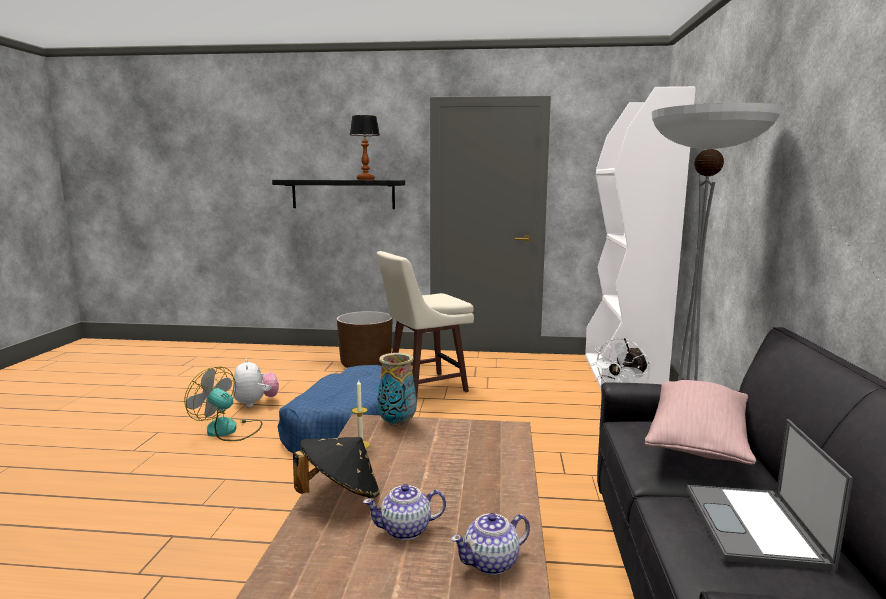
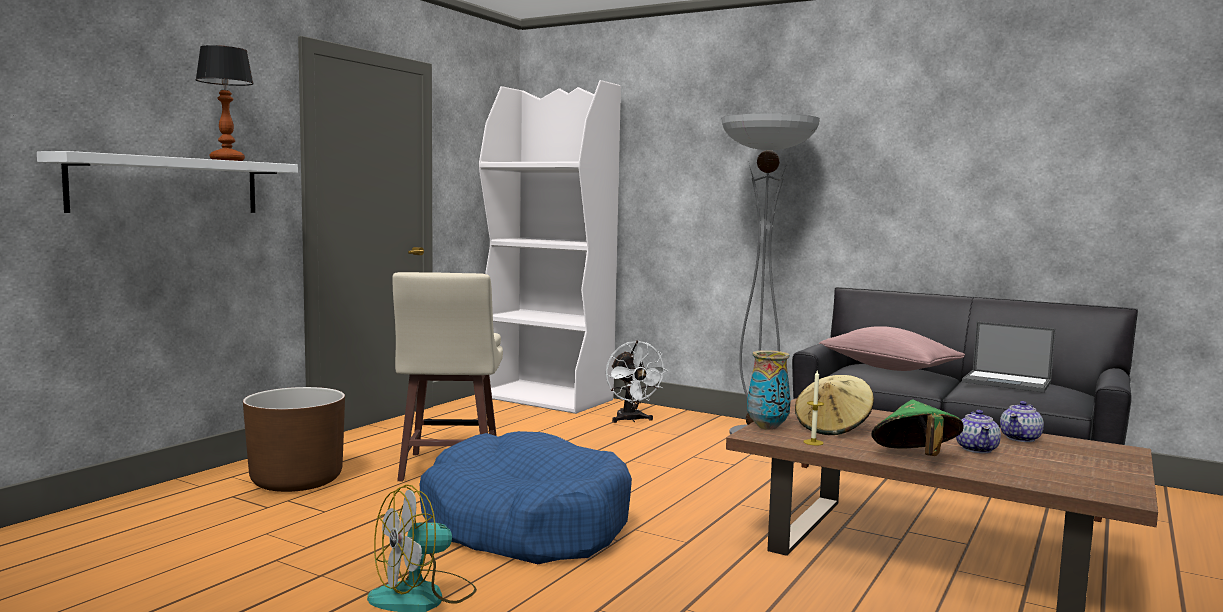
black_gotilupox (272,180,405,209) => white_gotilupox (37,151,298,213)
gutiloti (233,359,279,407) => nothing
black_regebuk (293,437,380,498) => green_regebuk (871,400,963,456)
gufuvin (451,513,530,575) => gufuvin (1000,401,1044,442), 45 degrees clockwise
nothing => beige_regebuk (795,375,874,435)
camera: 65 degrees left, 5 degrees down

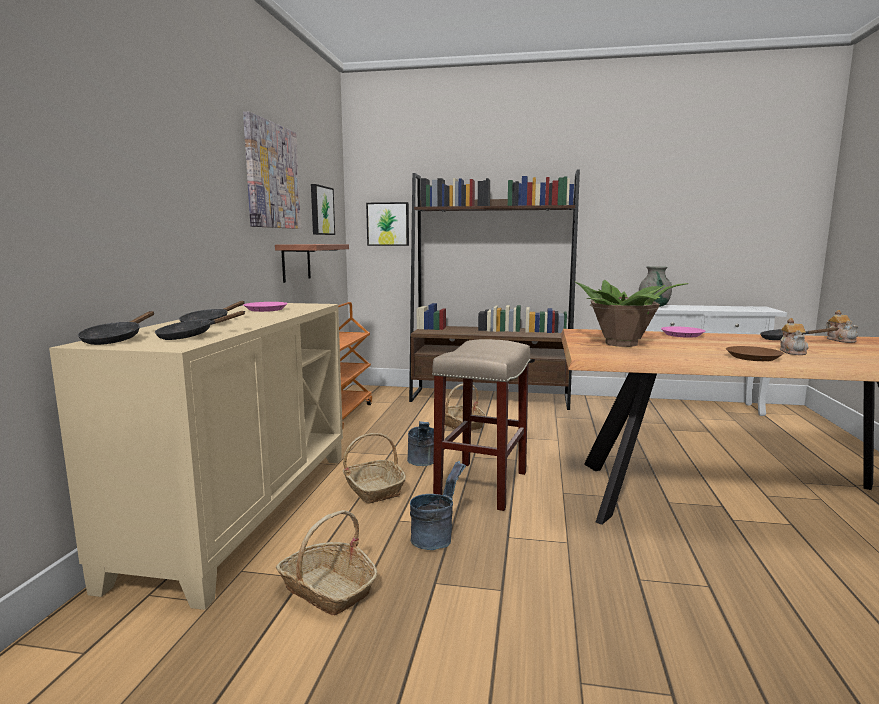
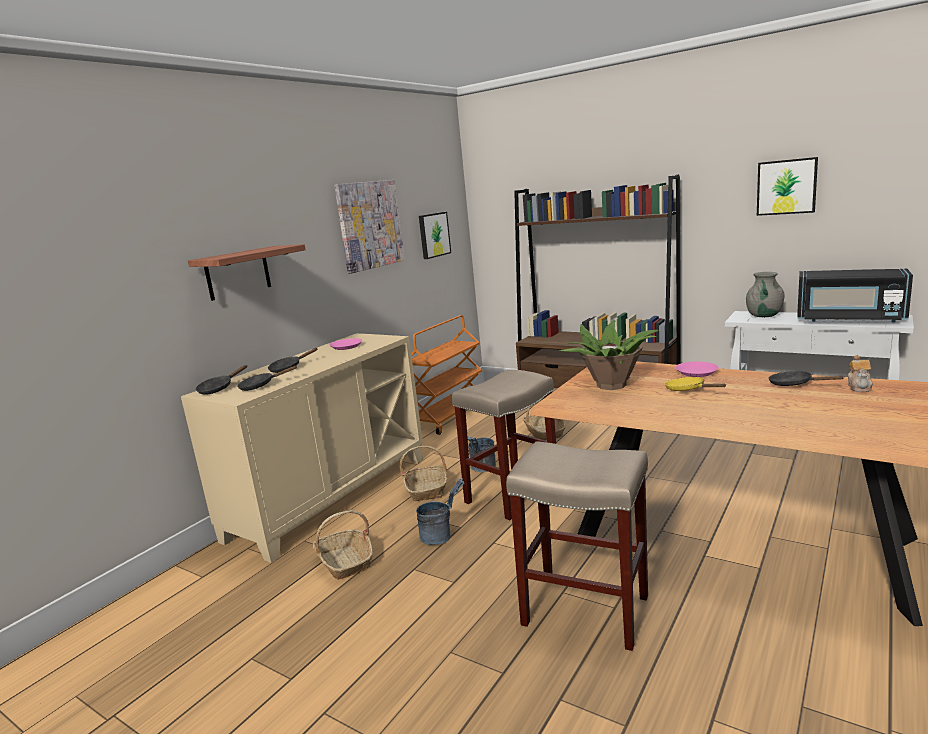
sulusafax (366,202,409,246) => sulusafax (757,157,818,216), moved
gotilupox (275,244,349,283) => gotilupox (188,244,306,301), moved
gufuvin (780,318,809,355) => nothing
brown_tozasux (726,346,784,361) => nothing
nothing => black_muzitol (797,269,913,322)
nothing => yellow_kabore (665,377,726,391)
nothing => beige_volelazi (506,441,648,651)
camera: 25 degrees right, 5 degrees up

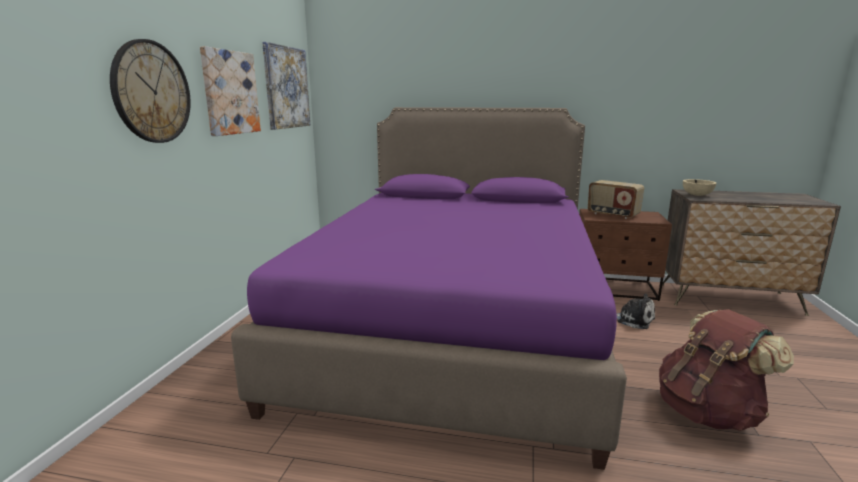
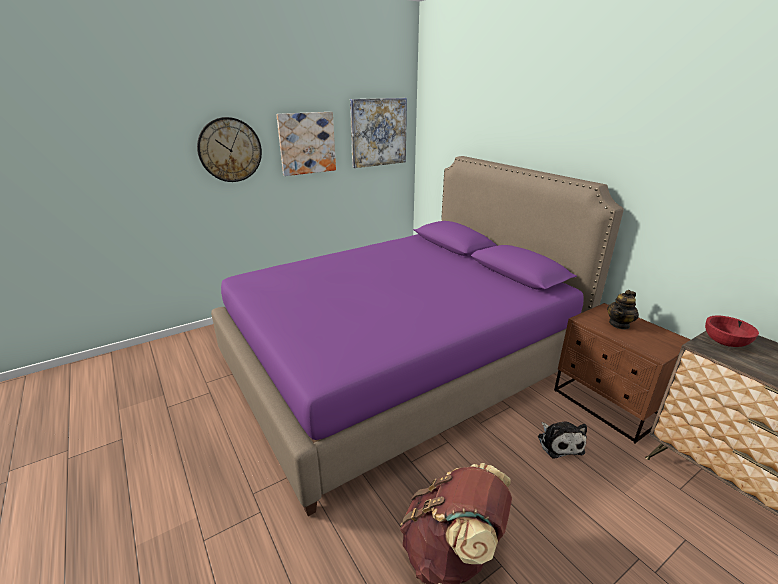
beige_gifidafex (683,179,717,196) => red_gifidafex (705,316,759,347)
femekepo (588,180,644,219) => gufuvin (607,290,639,330)
camera: 45 degrees right, 10 degrees up

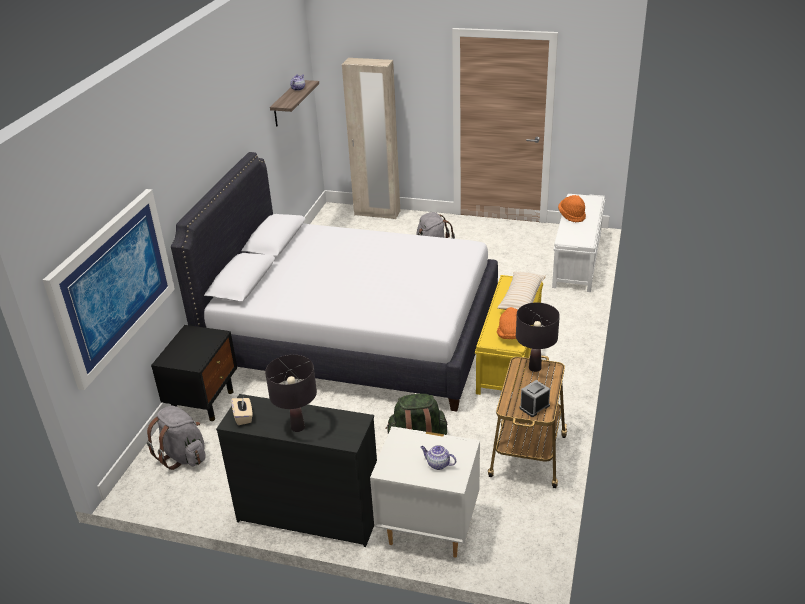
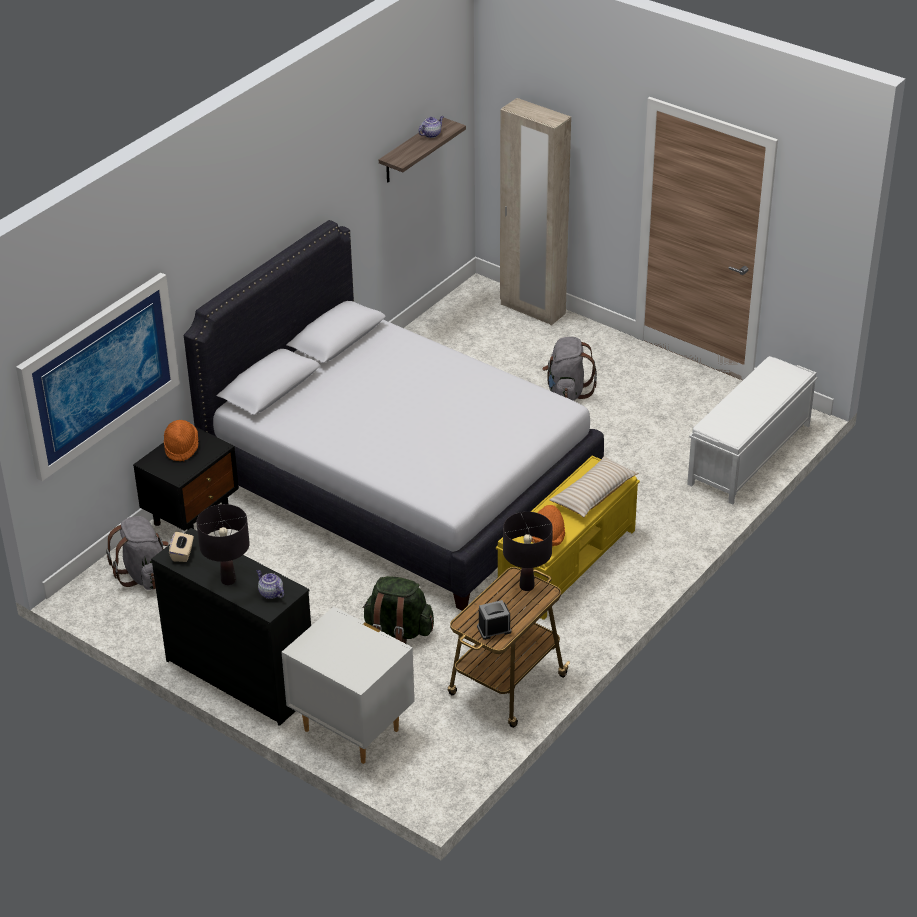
orange_regebuk (558,195,586,222) => orange_regebuk (164,420,198,461), moved
gufuvin (420,445,456,470) => gufuvin (257,570,284,599), moved
camera: 20 degrees right, 5 degrees up

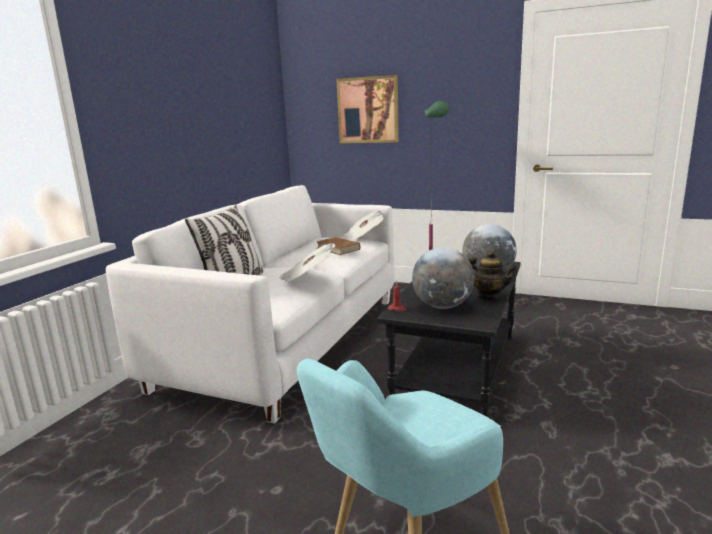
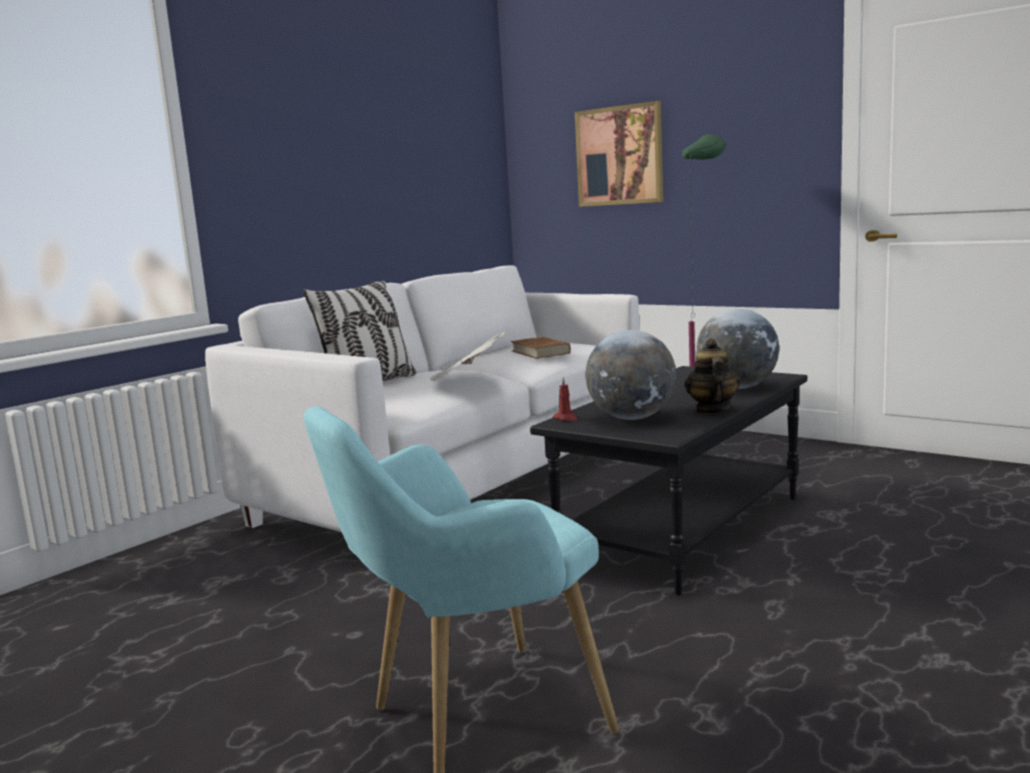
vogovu (341,210,384,240) => nothing
gufuvin (468,250,517,300) => gufuvin (684,338,740,414), 135 degrees counterclockwise
camera: 15 degrees right, 5 degrees down

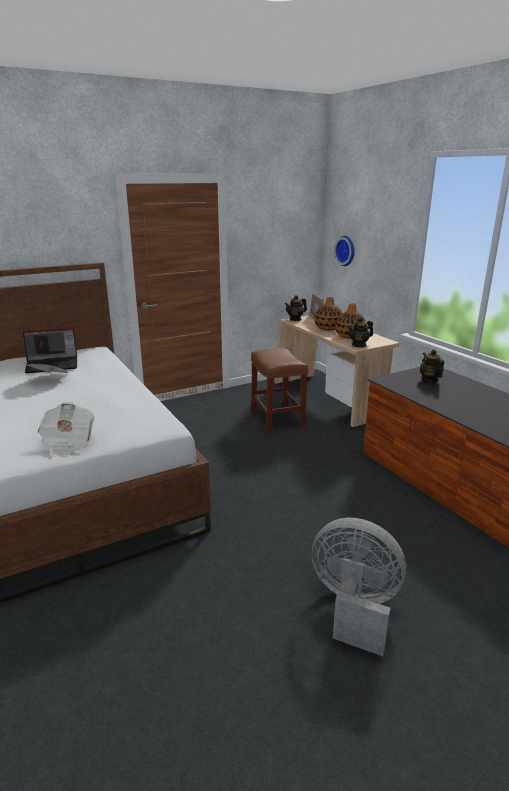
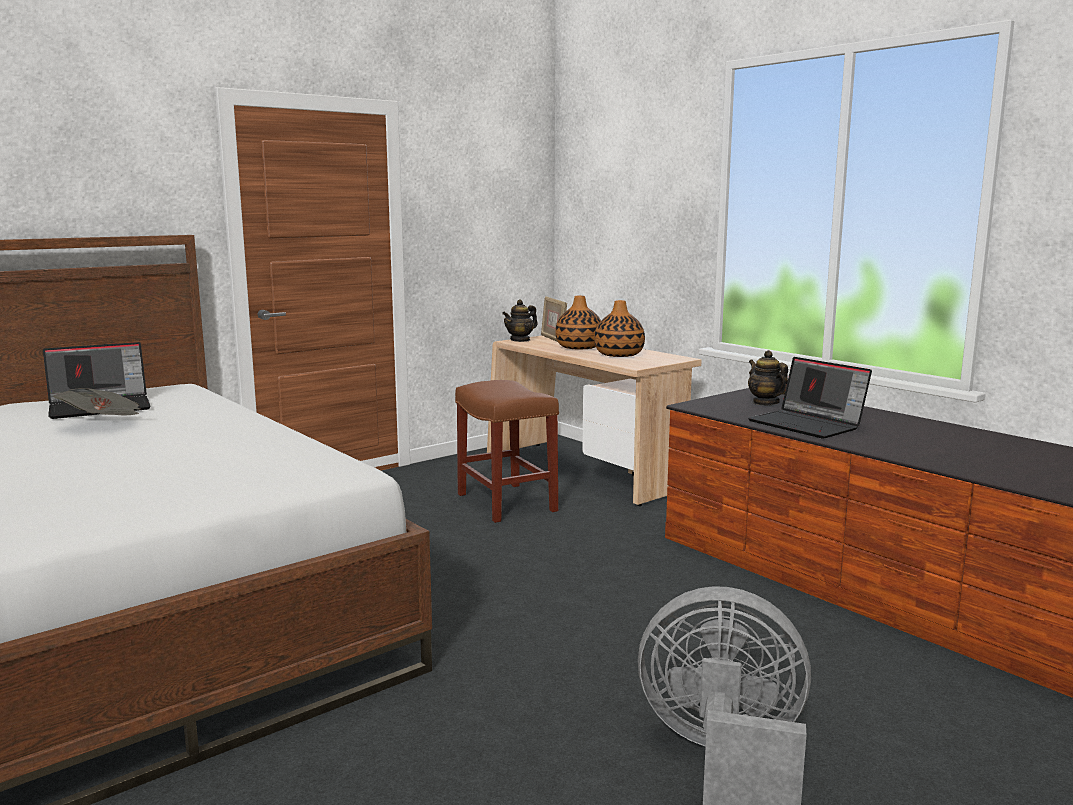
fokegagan (334,236,355,266) => nothing
gufuvin (347,317,373,347) => nothing
vogovu (38,402,94,457) => nothing
nothing => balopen (748,357,872,439)
camera: 10 degrees left, 10 degrees down

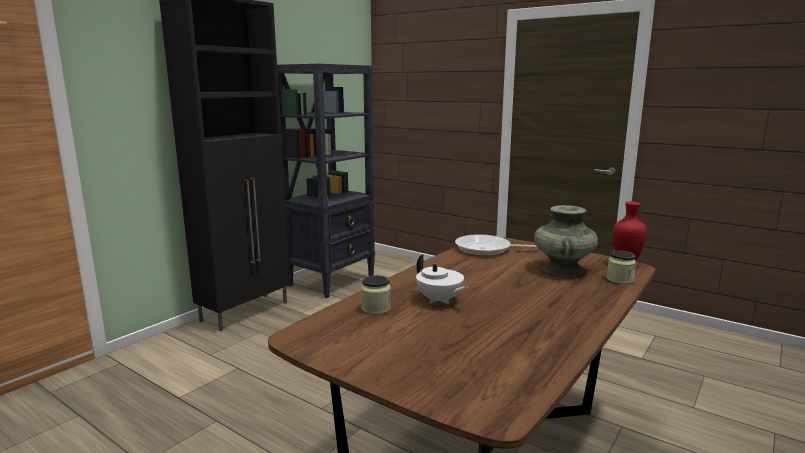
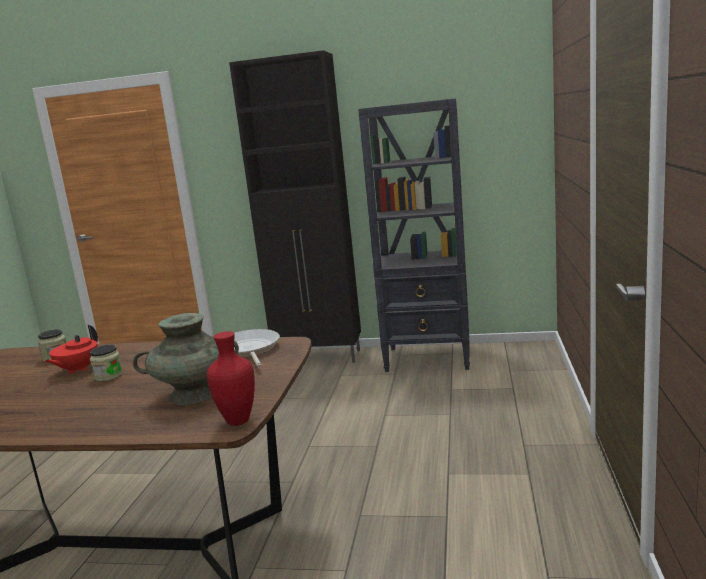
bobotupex (607,251,636,284) => bobotupex (90,345,123,382), moved
white_gufuvin (416,254,468,304) => red_gufuvin (45,325,98,374)
camera: 65 degrees right, 0 degrees up

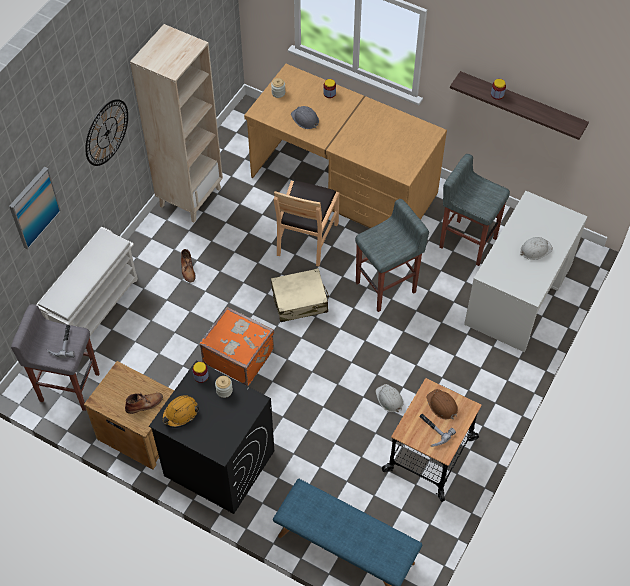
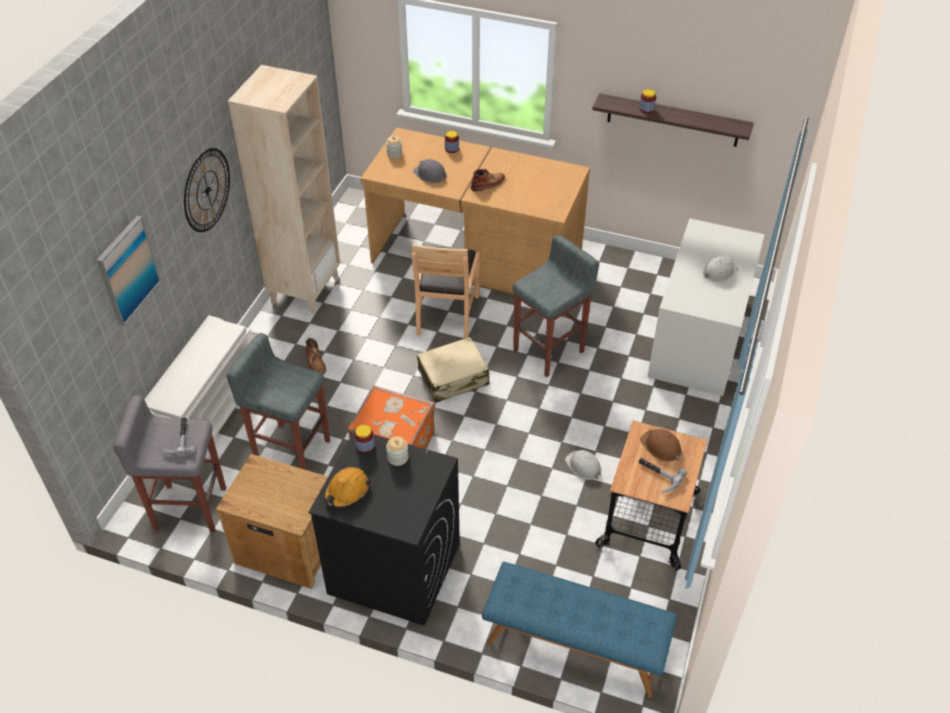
grey_volelazi (439,154,510,266) => grey_volelazi (227,333,330,470), moved
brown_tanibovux (125,393,163,414) => brown_tanibovux (471,168,505,191), moved
camera: 10 degrees left, 10 degrees down

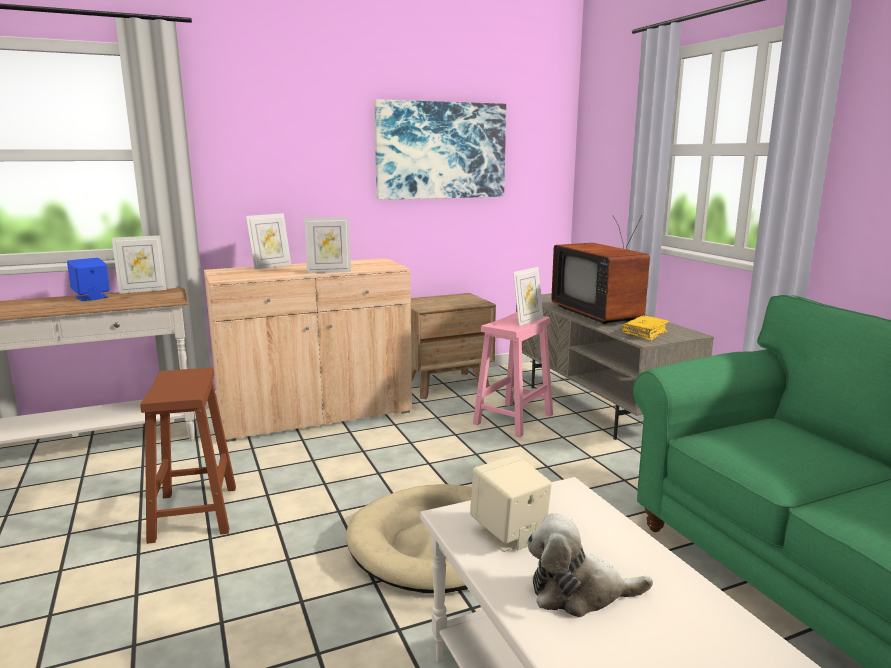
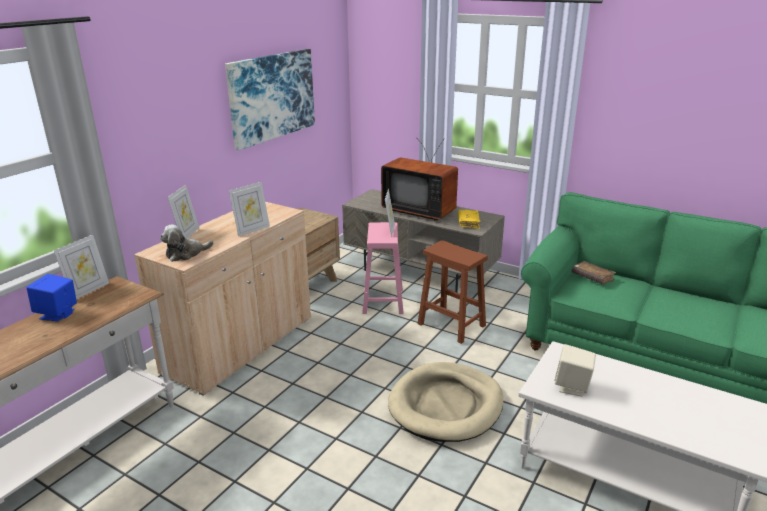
brown_volelazi (140,368,236,544) => brown_volelazi (418,240,488,344), moved
gutiloti (527,513,653,617) => gutiloti (160,225,214,262), moved
nothing => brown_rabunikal (572,261,616,285)
camera: 35 degrees left, 10 degrees up

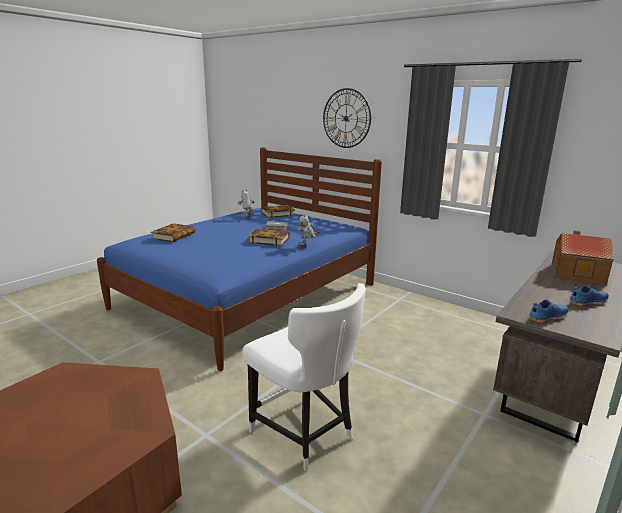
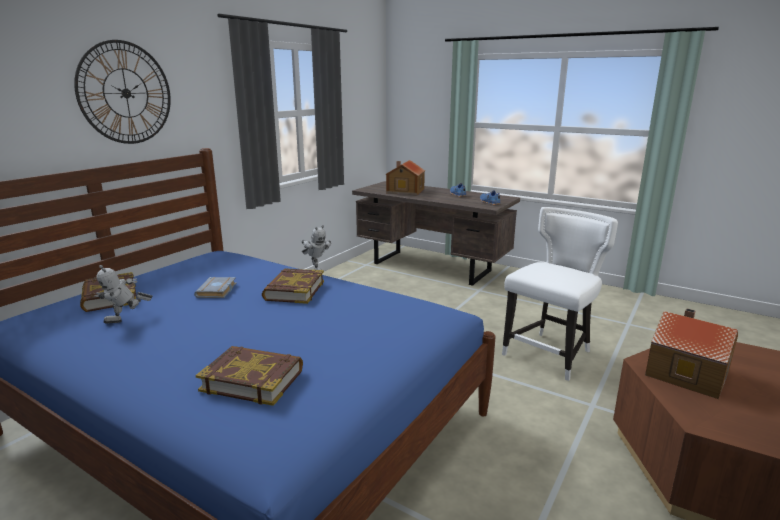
nothing => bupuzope (645,309,738,399)
camera: 95 degrees left, 0 degrees up

